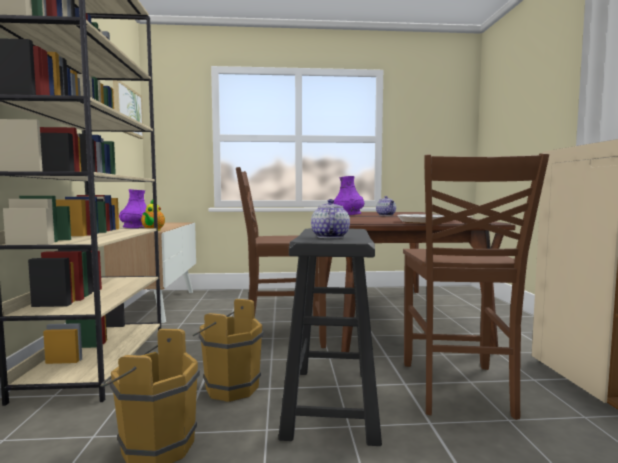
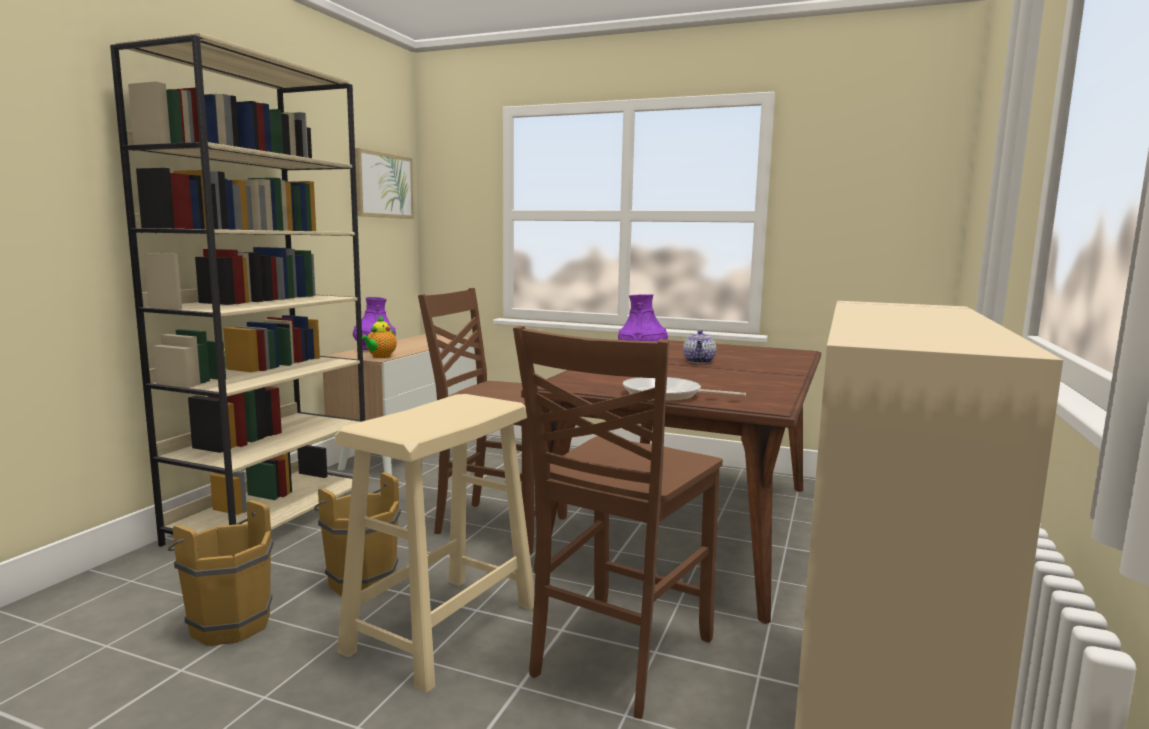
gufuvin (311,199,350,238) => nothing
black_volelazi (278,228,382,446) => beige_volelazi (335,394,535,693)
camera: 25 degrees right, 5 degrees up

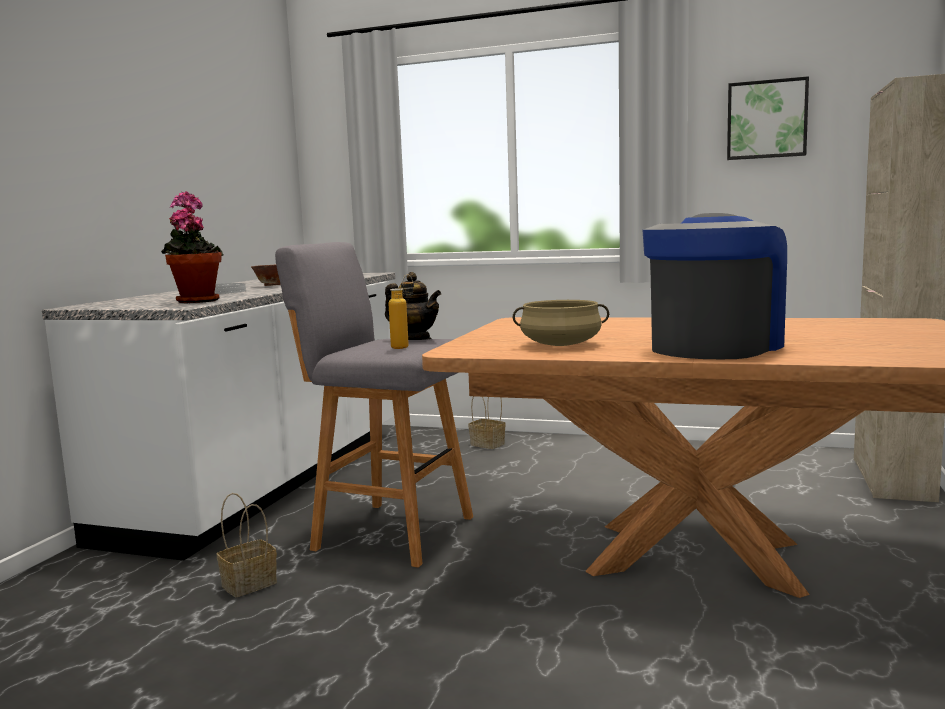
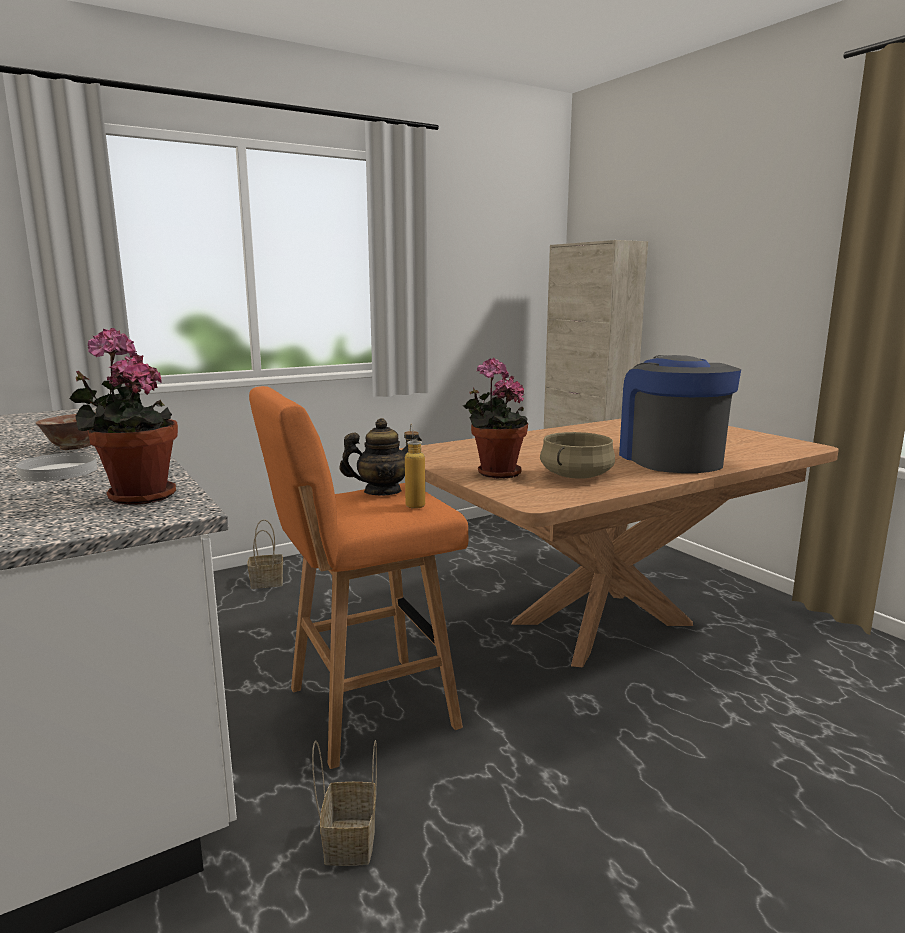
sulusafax (727,76,809,160) => nothing
grey_volelazi (275,242,473,568) => orange_volelazi (249,386,469,769)
nothing => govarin (463,358,528,478)
camera: 50 degrees left, 5 degrees up

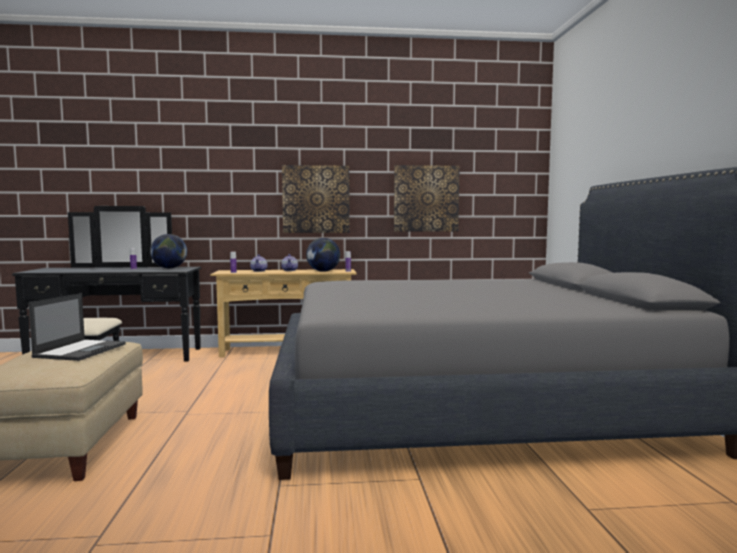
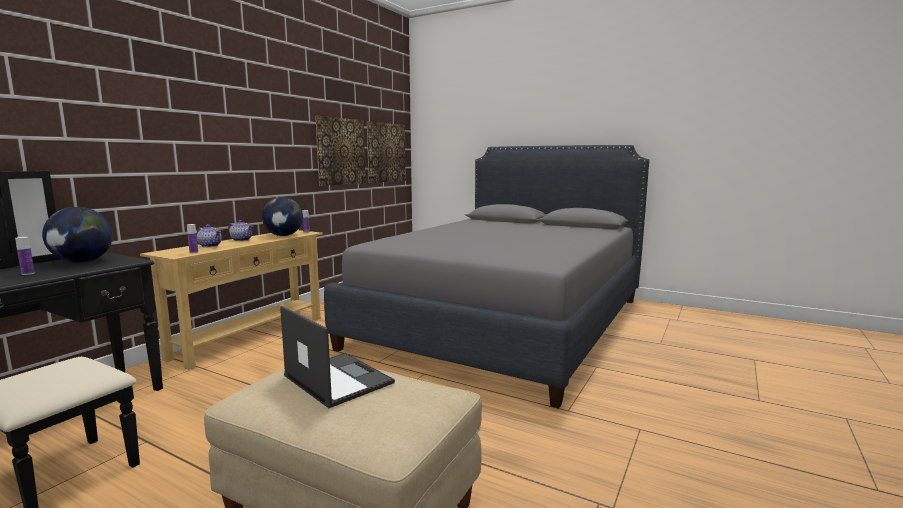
sulusafax (282,165,350,233) => sulusafax (367,121,406,183), moved
camera: 55 degrees left, 5 degrees up

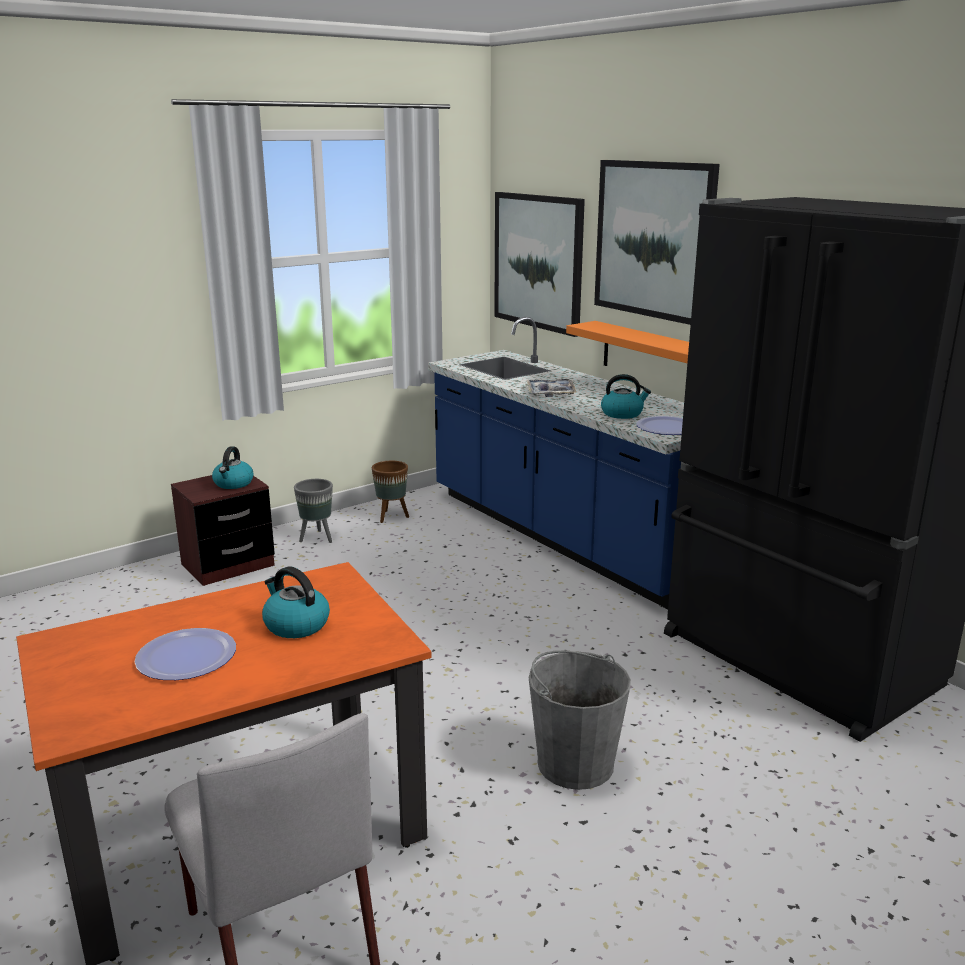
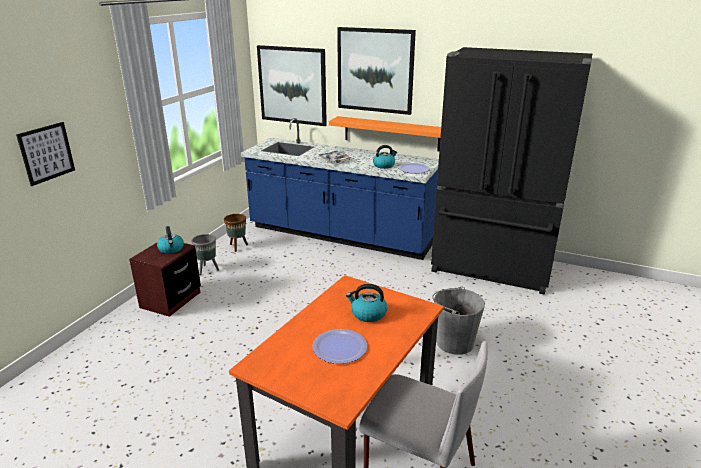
nothing => sulusafax (16,122,75,186)
camera: 30 degrees left, 5 degrees up

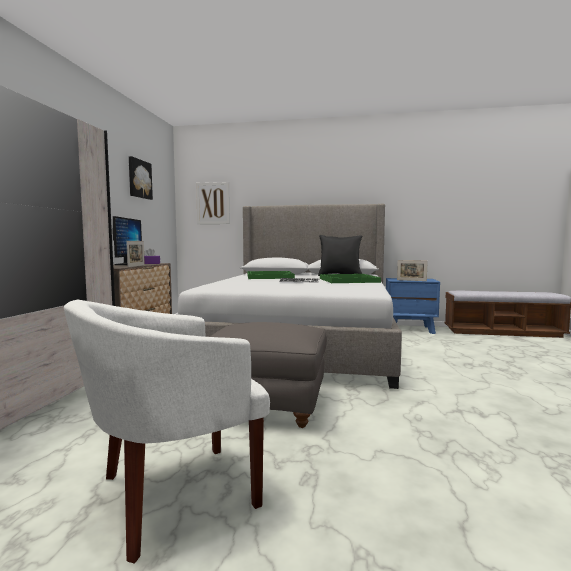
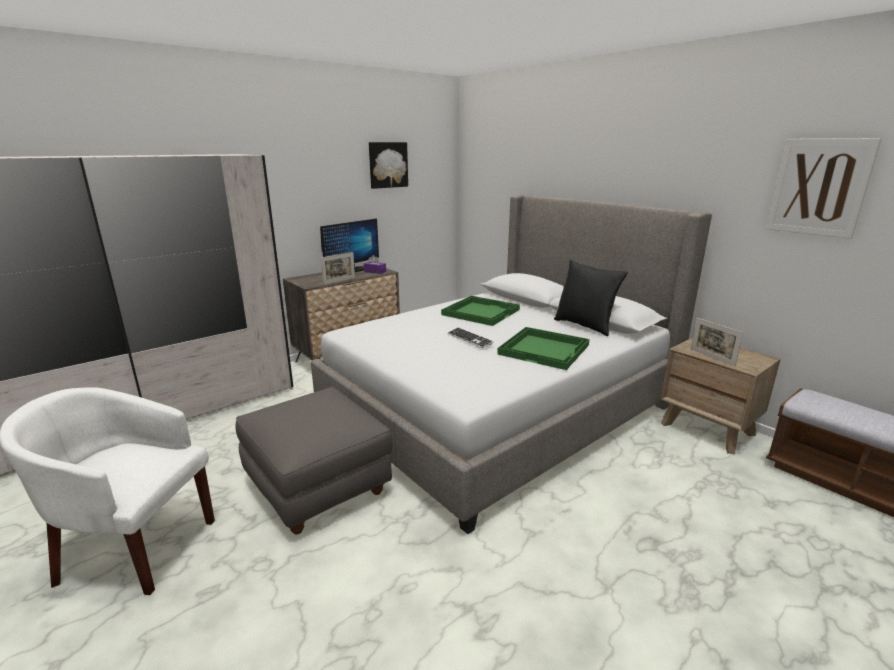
sulusafax (196,182,230,224) => sulusafax (766,138,882,239), moved
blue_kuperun (386,278,440,334) => brown_kuperun (661,338,781,455)
camera: 40 degrees right, 15 degrees up

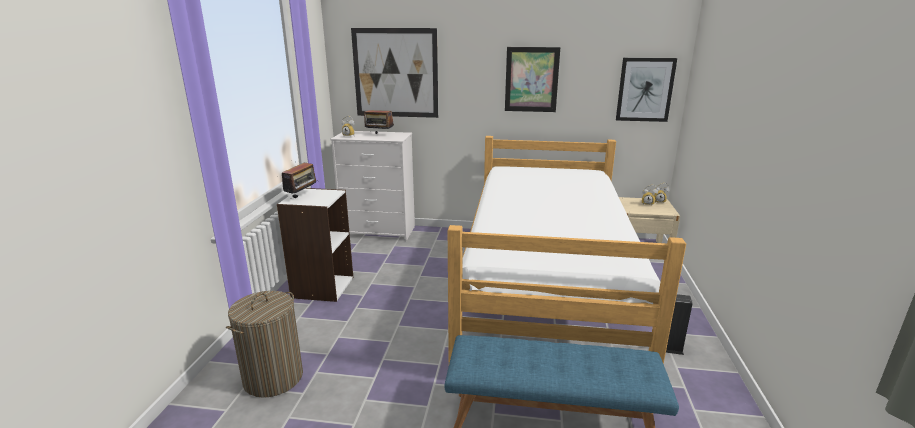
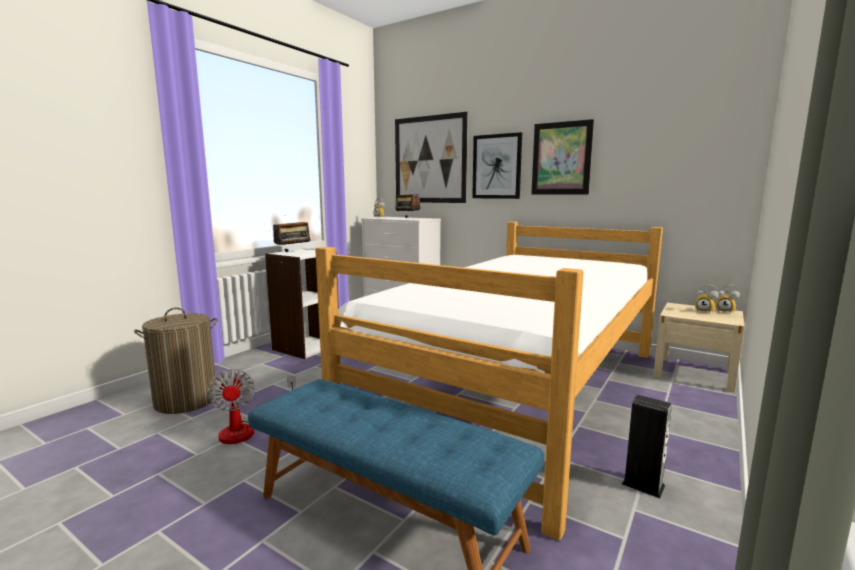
sulusafax (616,58,677,122) => sulusafax (472,132,522,199), moved
nothing => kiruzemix (207,369,296,444)
camera: 25 degrees right, 10 degrees down

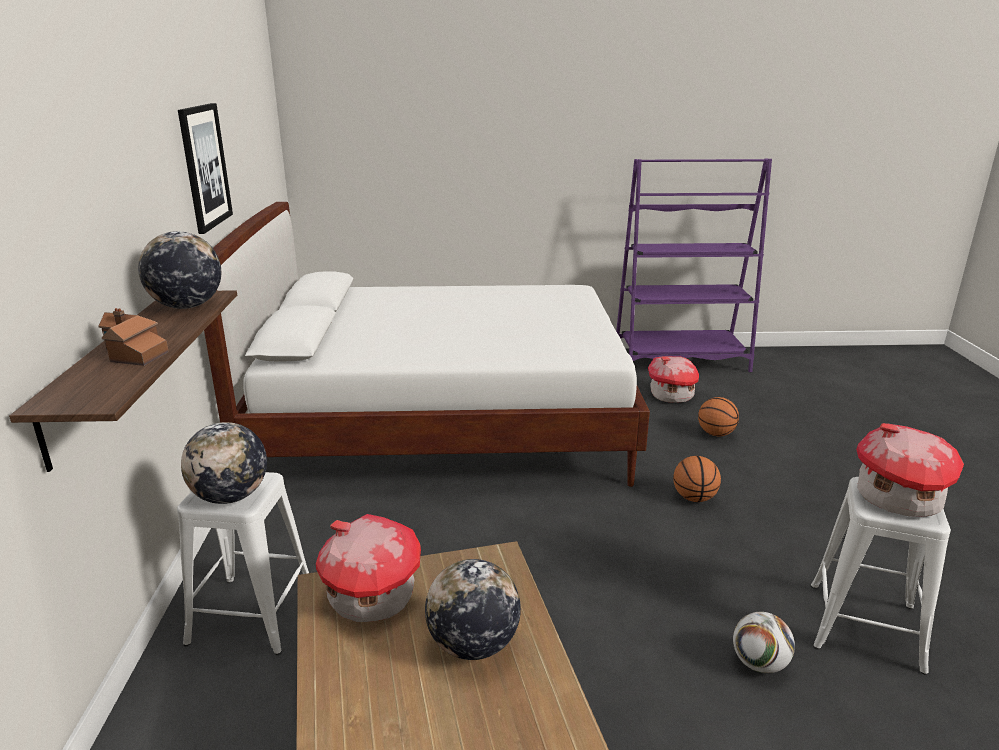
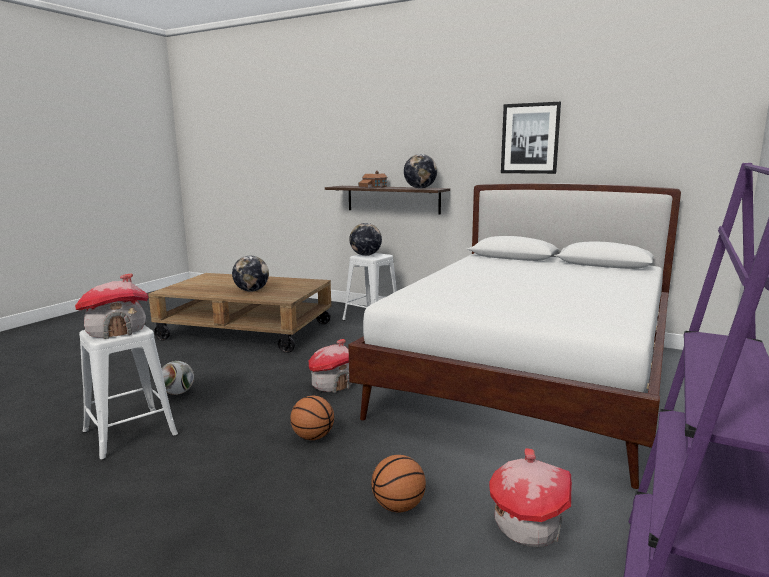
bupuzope (316,514,421,622) => bupuzope (309,339,352,393), moved
camera: 120 degrees right, 10 degrees down

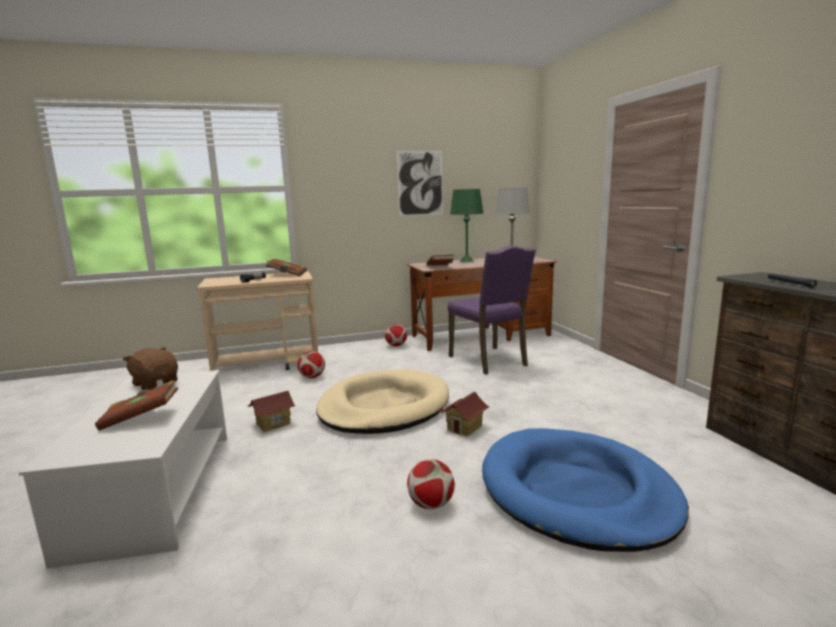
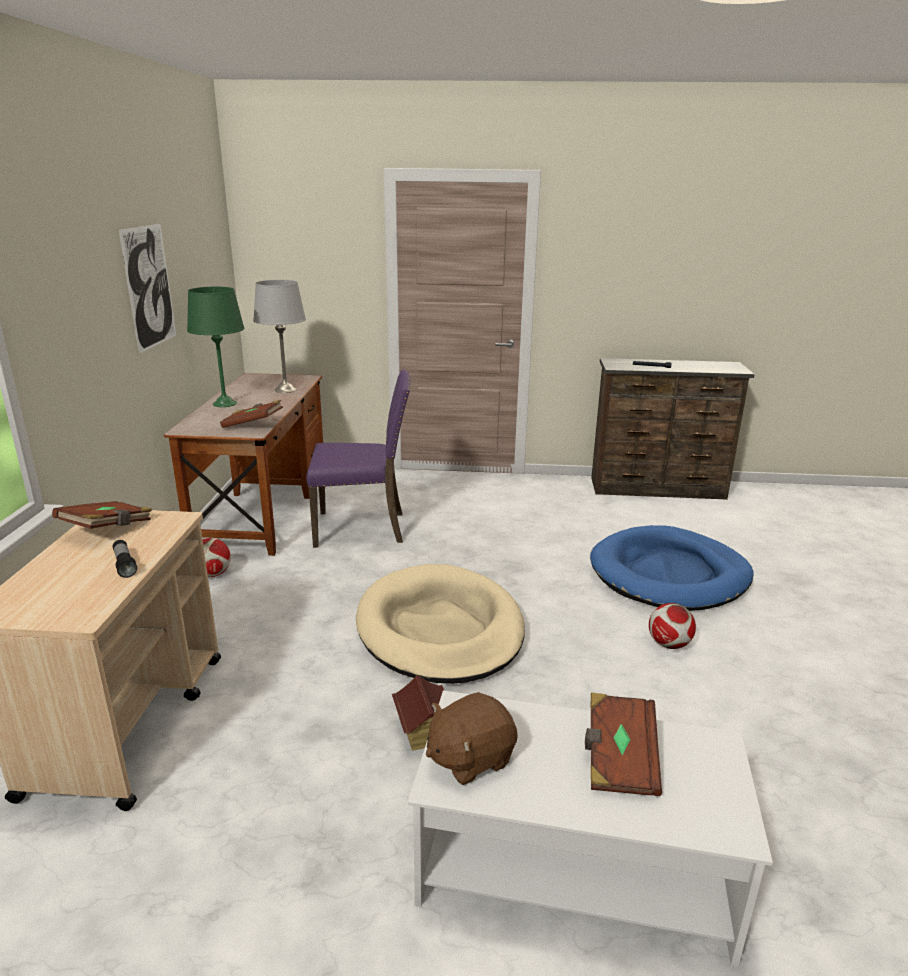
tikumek (297,351,325,378) => nothing
bupuzope (439,392,490,437) => nothing
camera: 70 degrees left, 10 degrees up

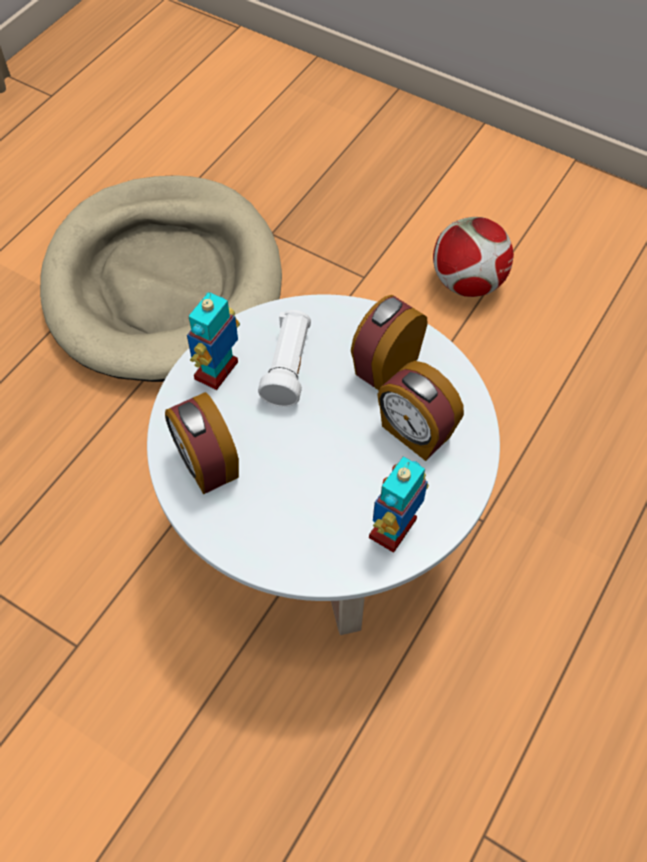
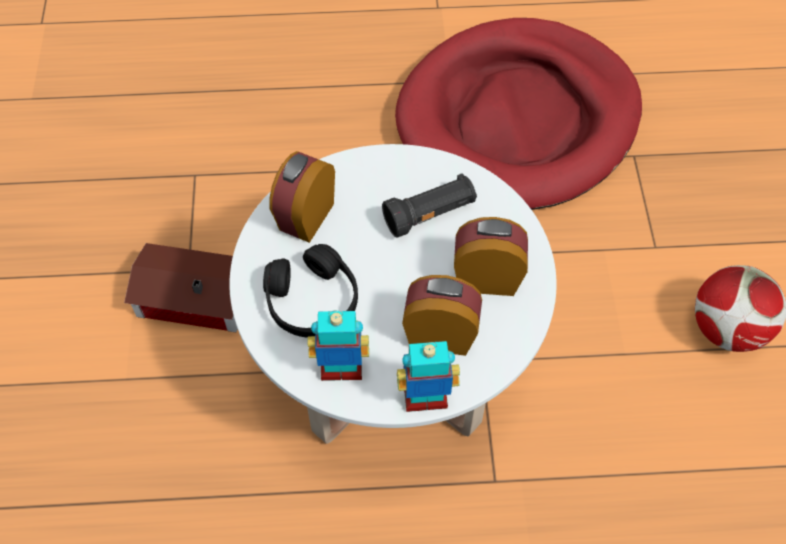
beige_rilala (40,175,282,382) => red_rilala (395,18,642,210)
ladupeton (187,292,240,390) => ladupeton (397,341,460,412), moved
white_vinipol (258,310,311,407) => black_vinipol (382,173,477,238)
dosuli (377,361,464,461) => dosuli (402,275,482,356), 90 degrees clockwise
nothing => bupuzope (124,243,237,332)
nothing => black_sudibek (263,244,358,338)
camera: 55 degrees right, 0 degrees up

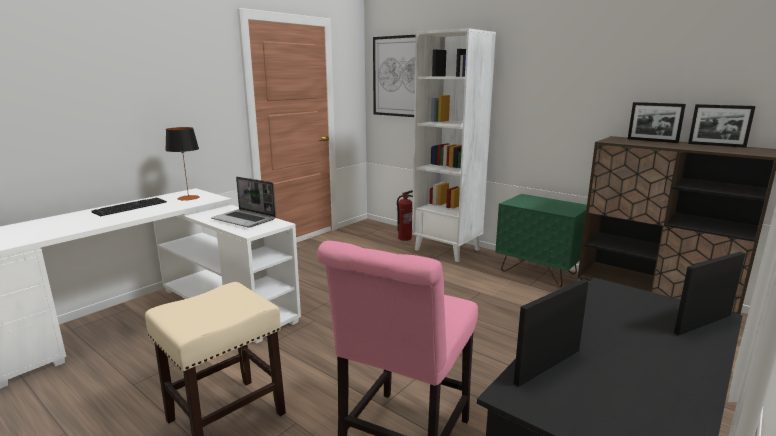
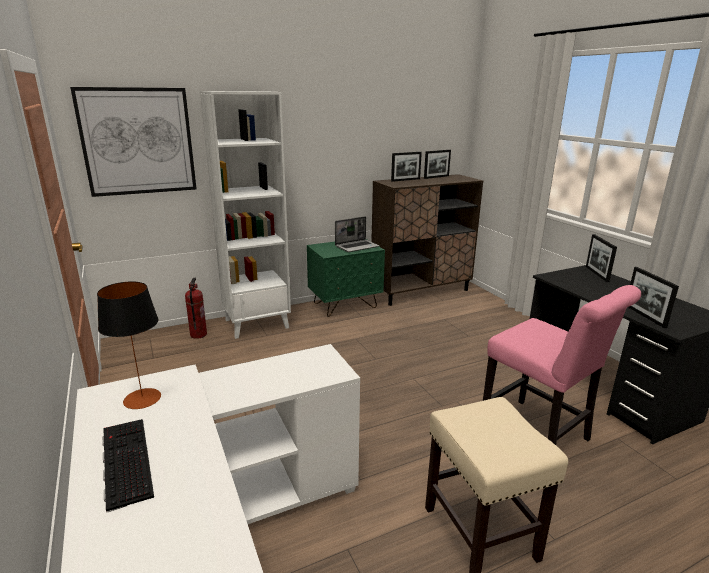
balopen (211,177,276,228) => balopen (335,216,379,252), moved
camera: 65 degrees left, 5 degrees up

